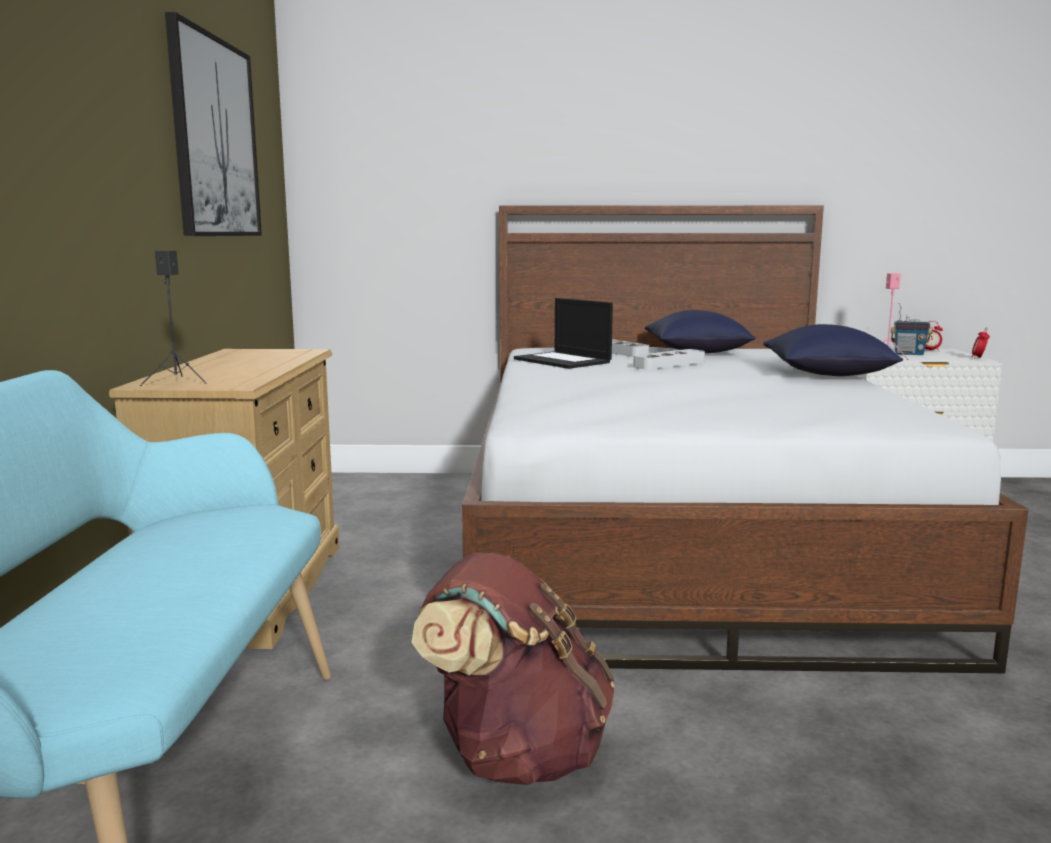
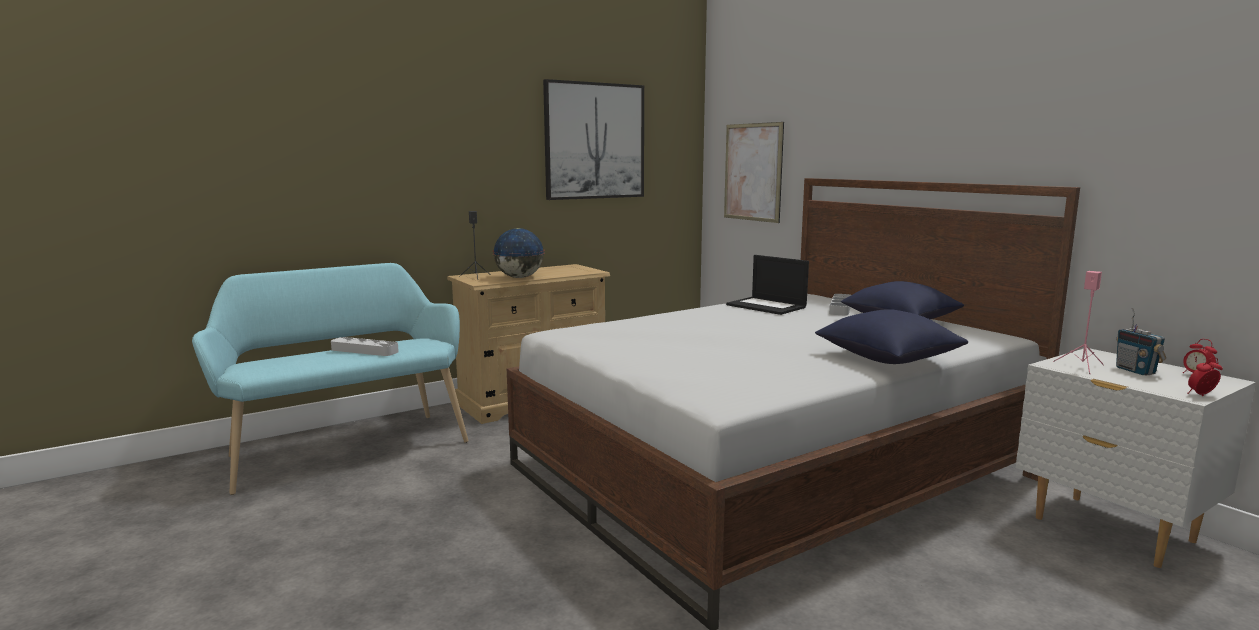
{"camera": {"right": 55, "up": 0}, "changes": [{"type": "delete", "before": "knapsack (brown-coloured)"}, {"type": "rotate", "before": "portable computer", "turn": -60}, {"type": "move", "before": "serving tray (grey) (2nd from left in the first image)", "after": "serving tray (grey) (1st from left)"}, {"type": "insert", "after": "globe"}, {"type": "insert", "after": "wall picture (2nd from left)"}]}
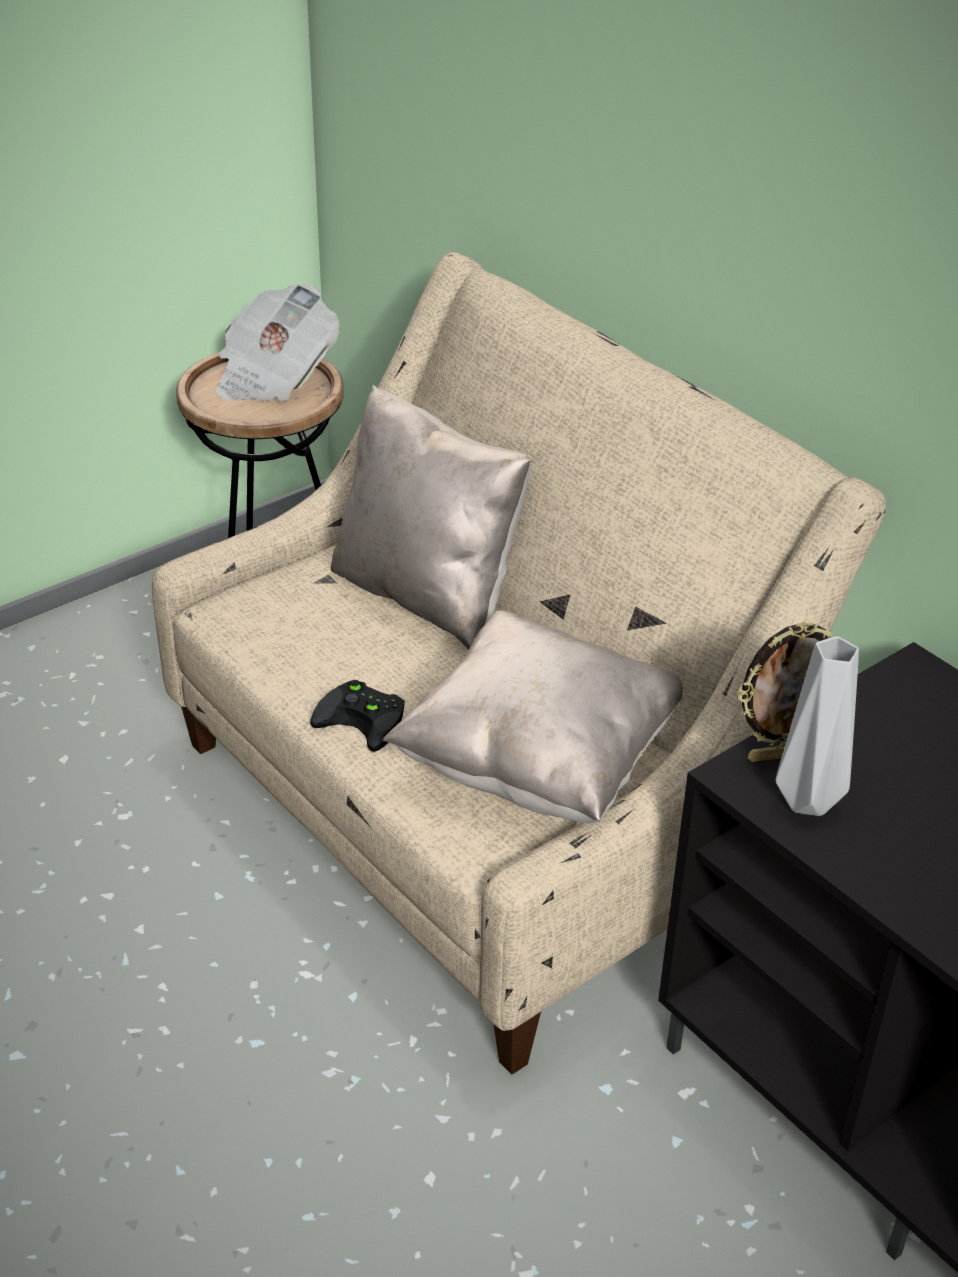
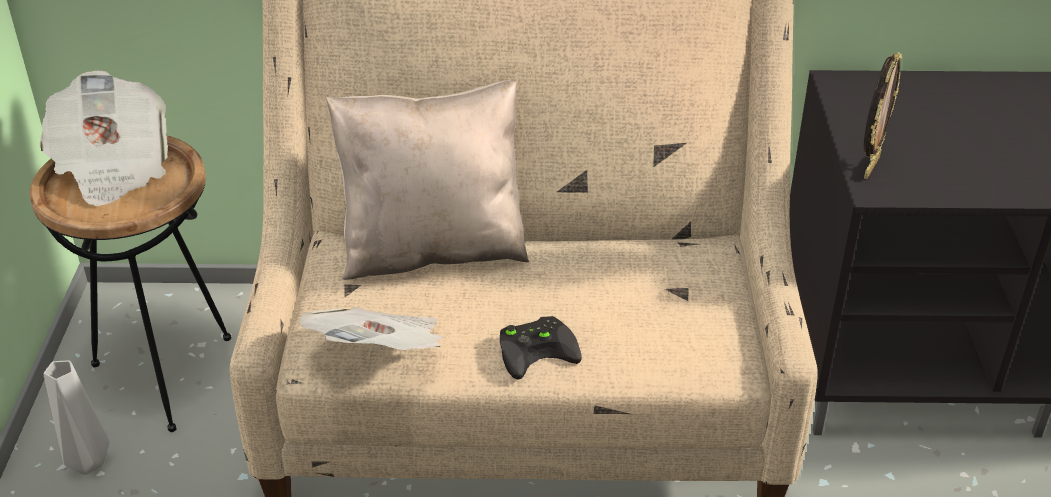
{"camera": {"right": -50, "up": 0}, "changes": [{"type": "delete", "before": "throw pillow (beige-coloured) (2nd from left)"}, {"type": "move", "before": "decorative vase (grey)"}, {"type": "insert", "after": "newspaper (2nd from left)"}]}
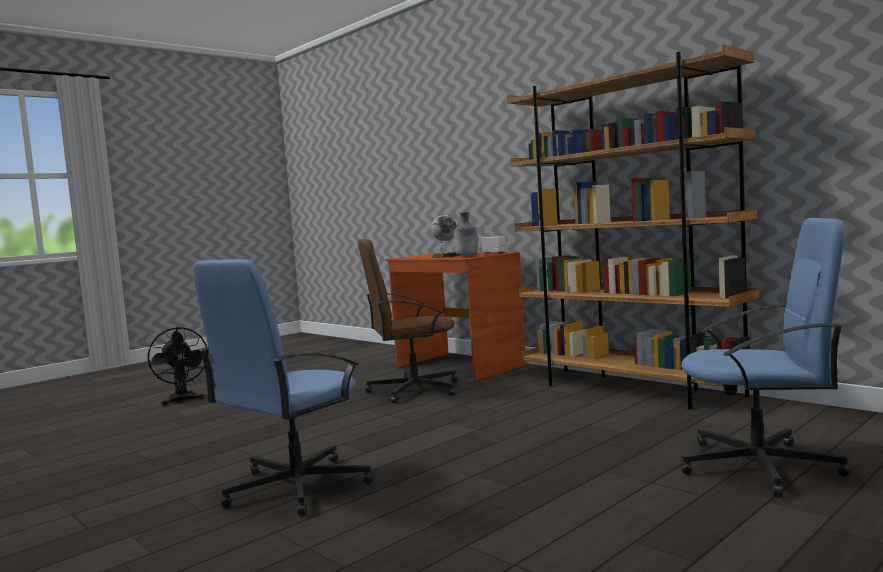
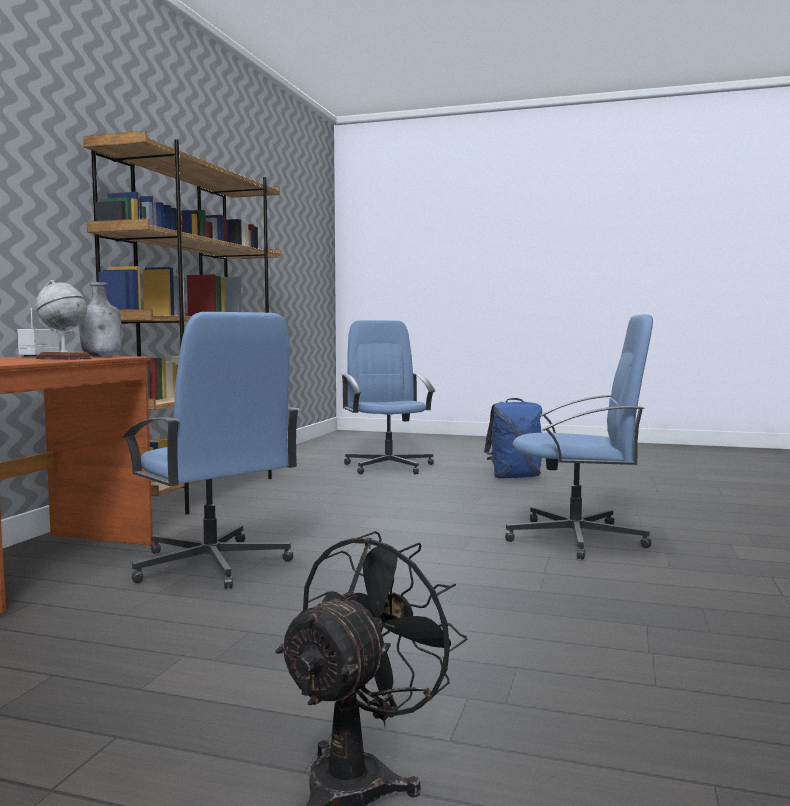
{"camera": {"right": -120, "up": 0}, "changes": [{"type": "recolor", "before": "computer chair (brown-coloured)", "after": "computer chair (blue-coloured) (1st from left)"}, {"type": "insert", "after": "knapsack (blue-coloured)"}]}
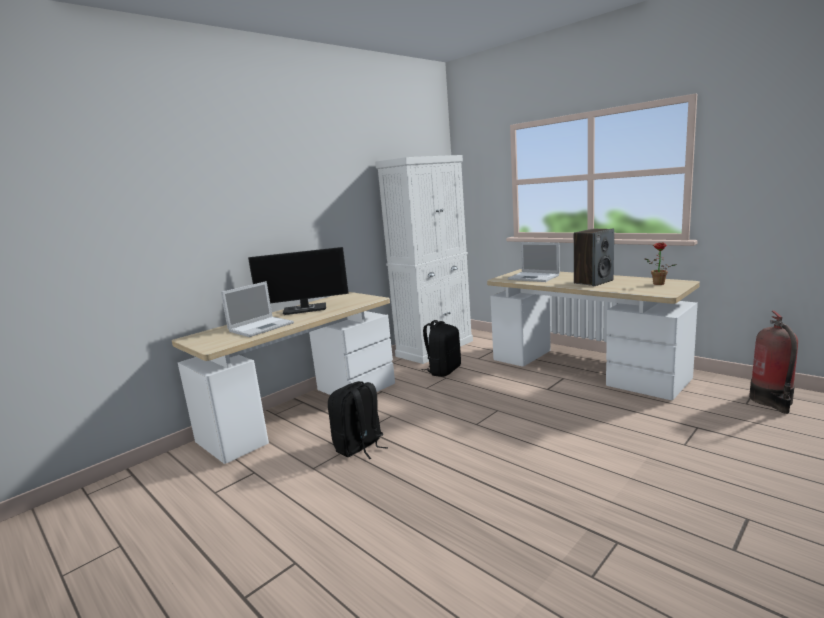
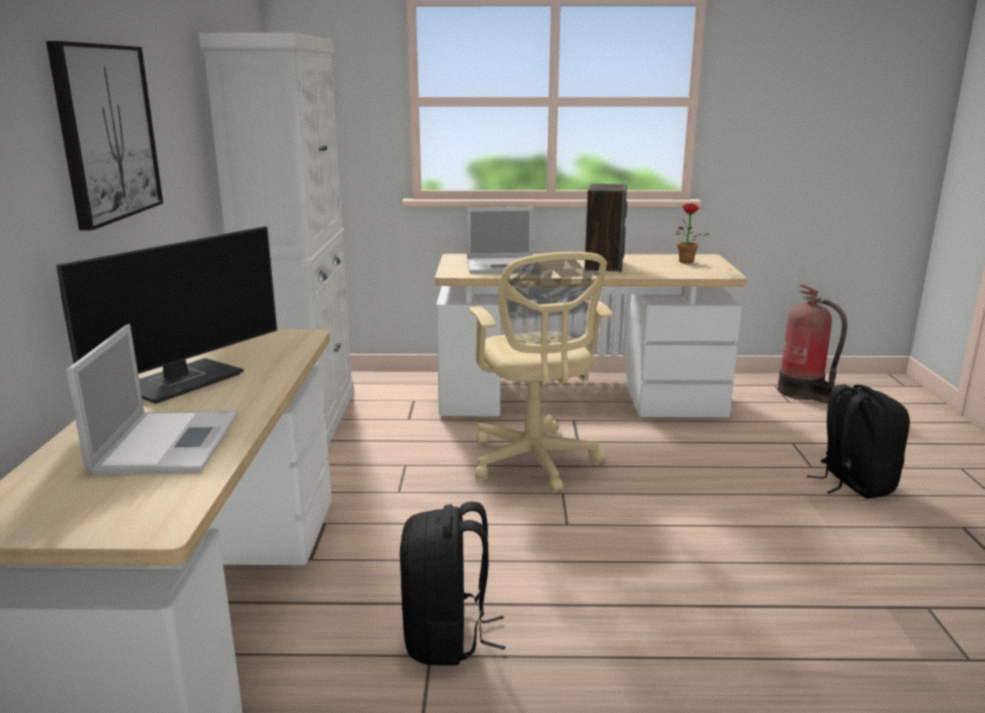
{"camera": {"right": -45, "up": 5}, "changes": [{"type": "move", "before": "knapsack (blackish) (2nd from left)"}, {"type": "insert", "after": "wall picture"}, {"type": "insert", "after": "computer chair (beige-coloured)"}]}
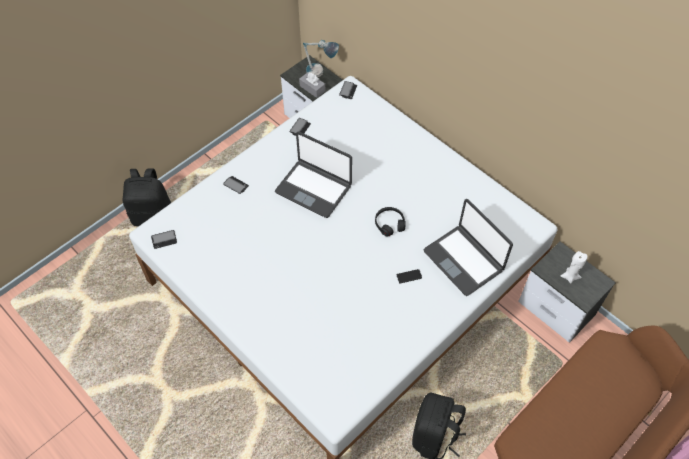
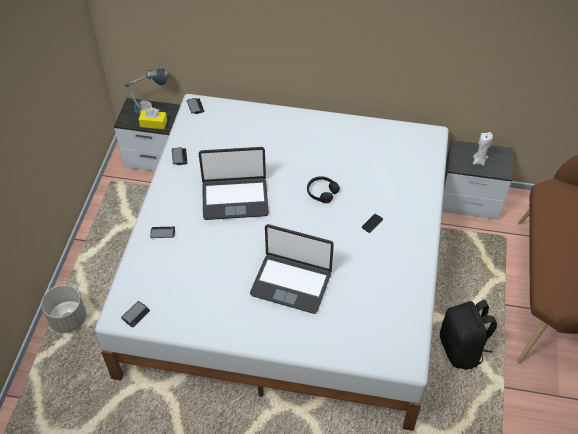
{"camera": {"right": -35, "up": -5}, "changes": [{"type": "replace", "before": "knapsack (blackish) (1st from left)", "after": "planter (grey)"}, {"type": "recolor", "before": "box of tissues (grey)", "after": "box of tissues (yellow)"}, {"type": "move", "before": "portable computer (2nd from left)"}]}
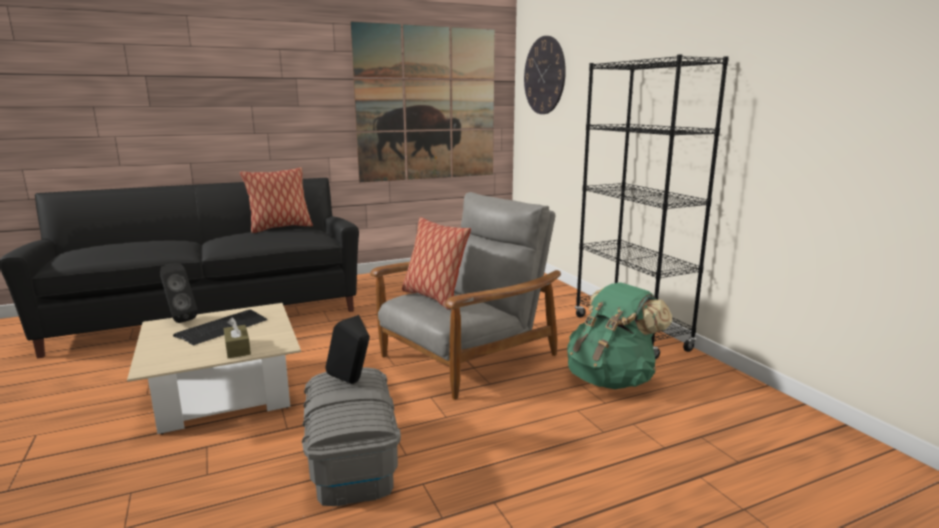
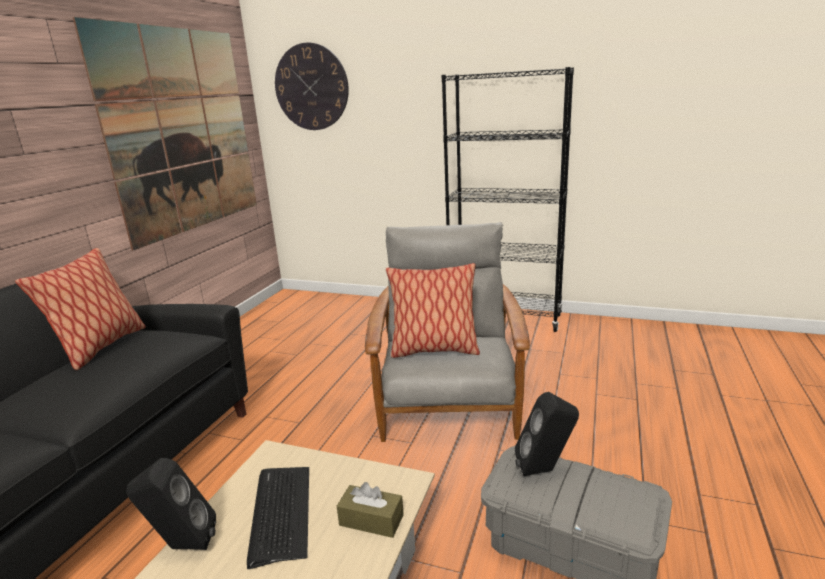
{"camera": {"right": -45, "up": 5}, "changes": [{"type": "delete", "before": "knapsack (green-coloured)"}]}
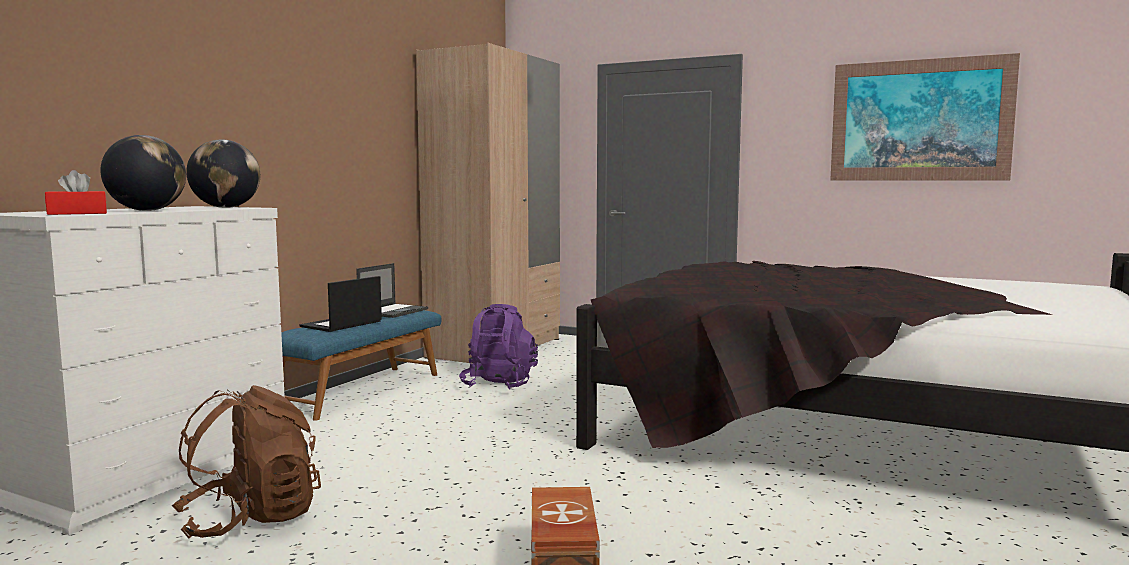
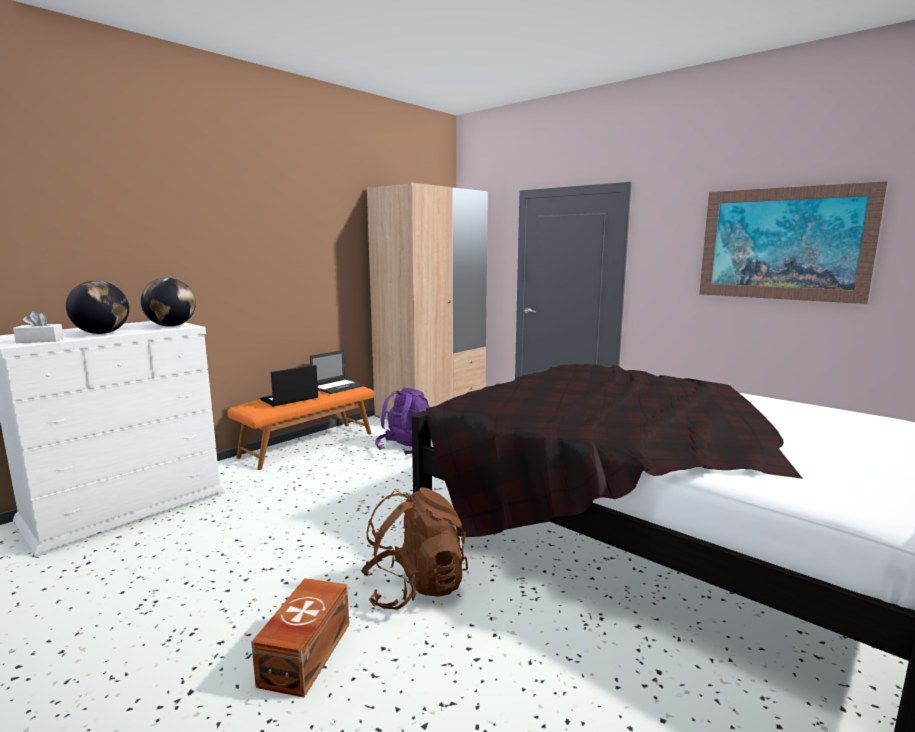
{"camera": {"right": 15, "up": 5}, "changes": [{"type": "recolor", "before": "box of tissues (red-coloured)", "after": "box of tissues (white)"}, {"type": "move", "before": "knapsack (brown-coloured)"}, {"type": "recolor", "before": "long seat (blue-coloured)", "after": "long seat (orange-coloured)"}]}
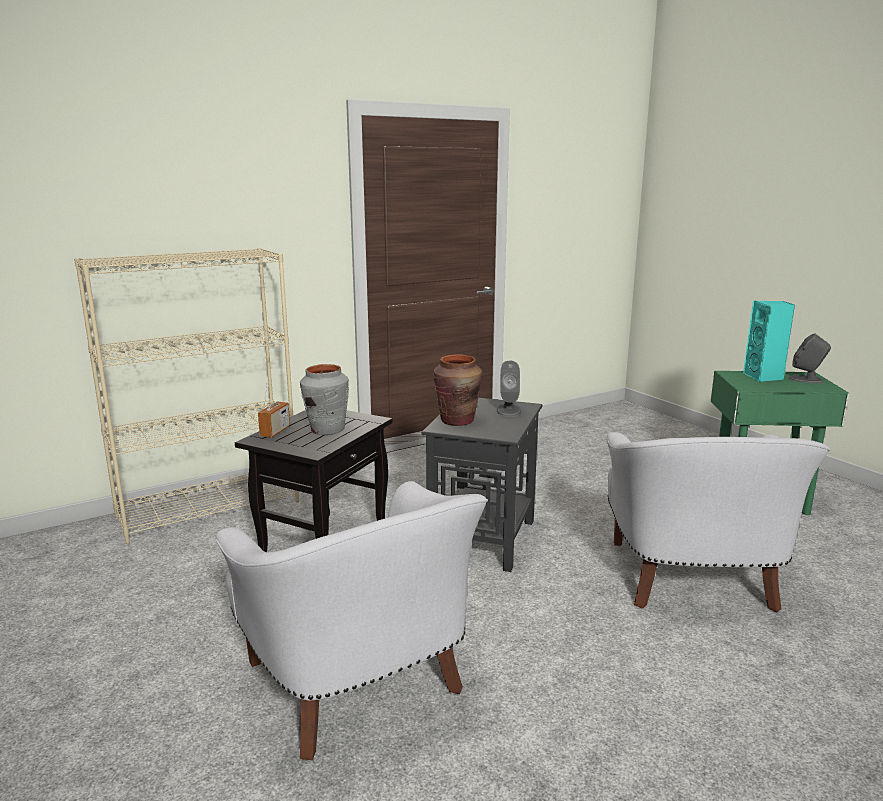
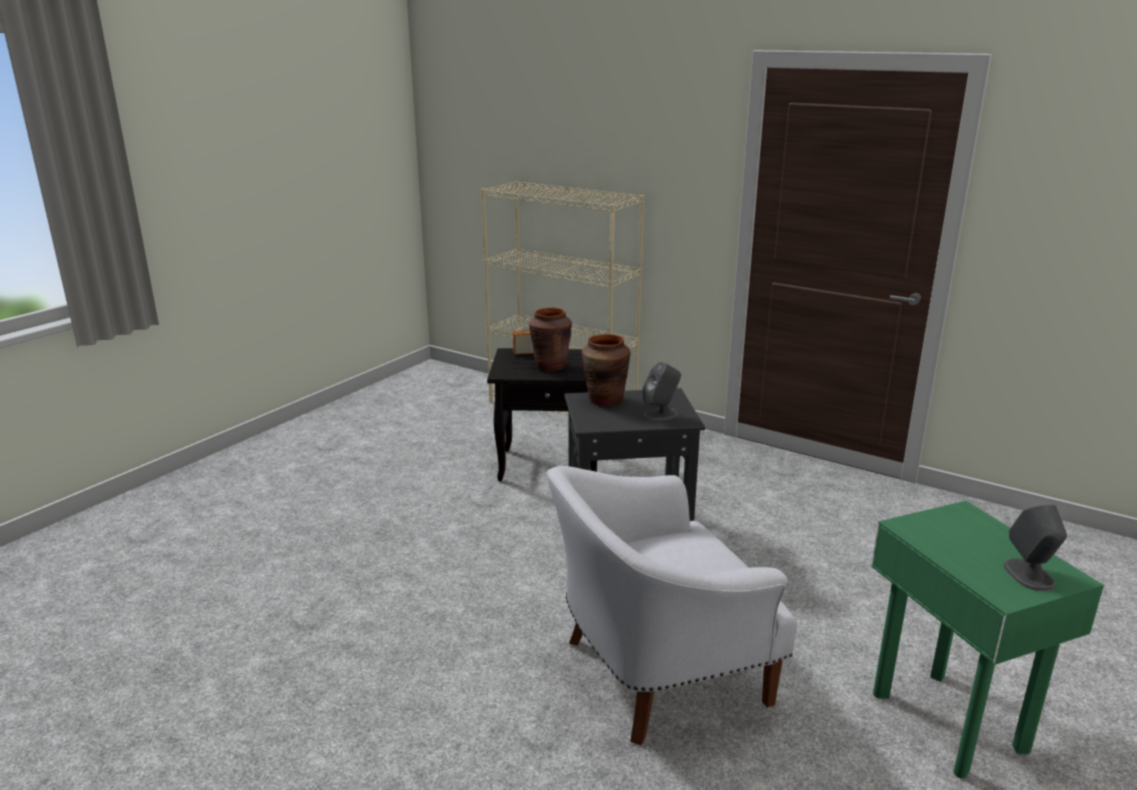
{"camera": {"right": 65, "up": 5}, "changes": [{"type": "delete", "before": "lounge chair (white) (1st from left)"}, {"type": "recolor", "before": "decorative vase (grey)", "after": "decorative vase (brown-coloured) (1st from left)"}, {"type": "delete", "before": "audio speaker (turquoise)"}]}
